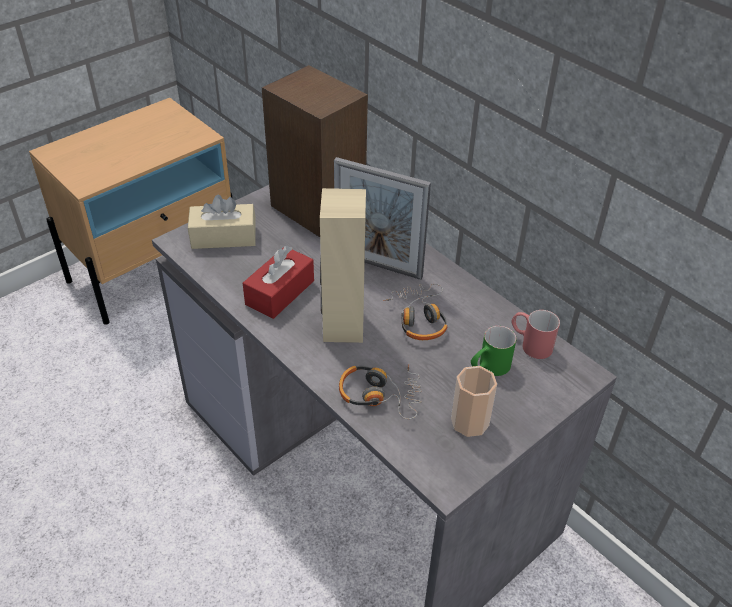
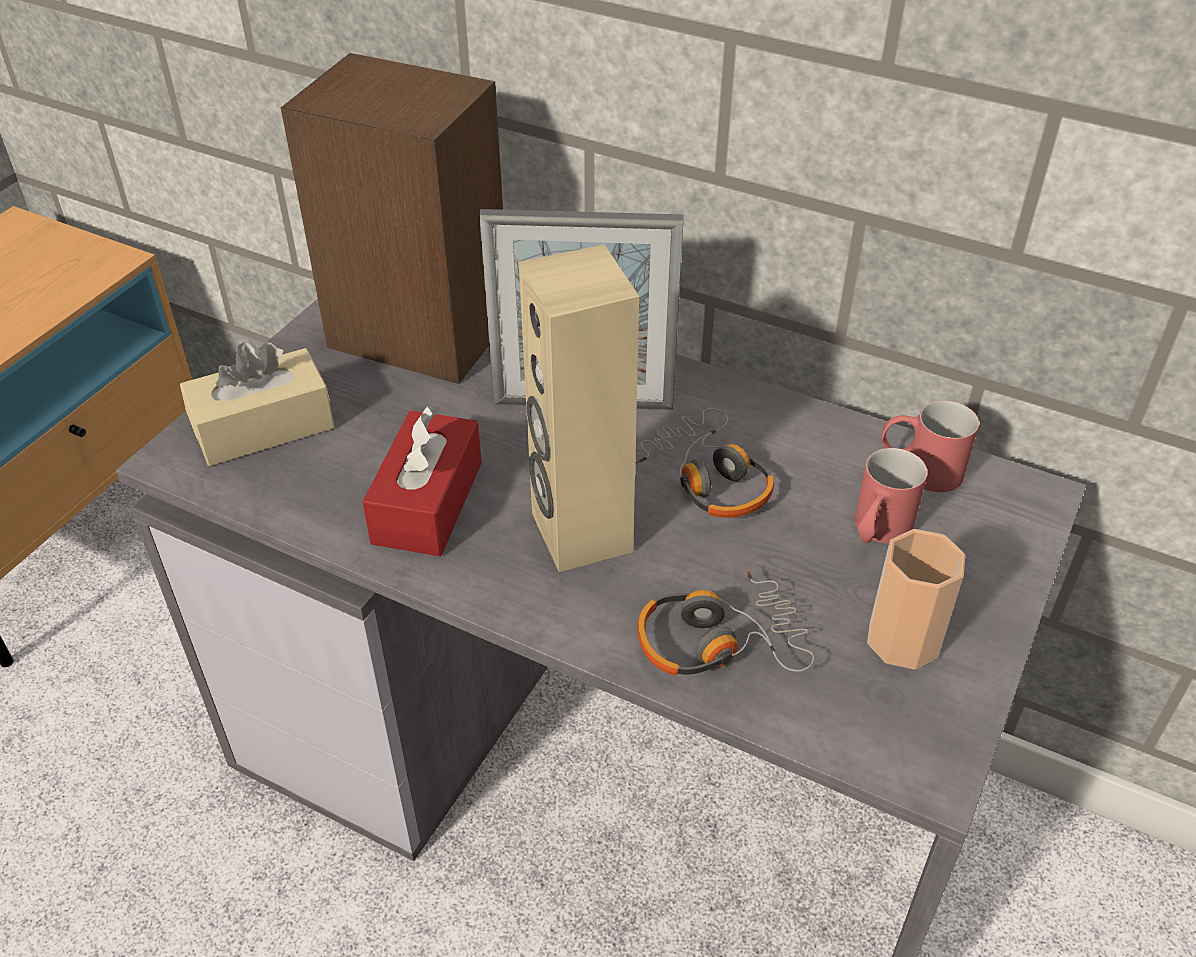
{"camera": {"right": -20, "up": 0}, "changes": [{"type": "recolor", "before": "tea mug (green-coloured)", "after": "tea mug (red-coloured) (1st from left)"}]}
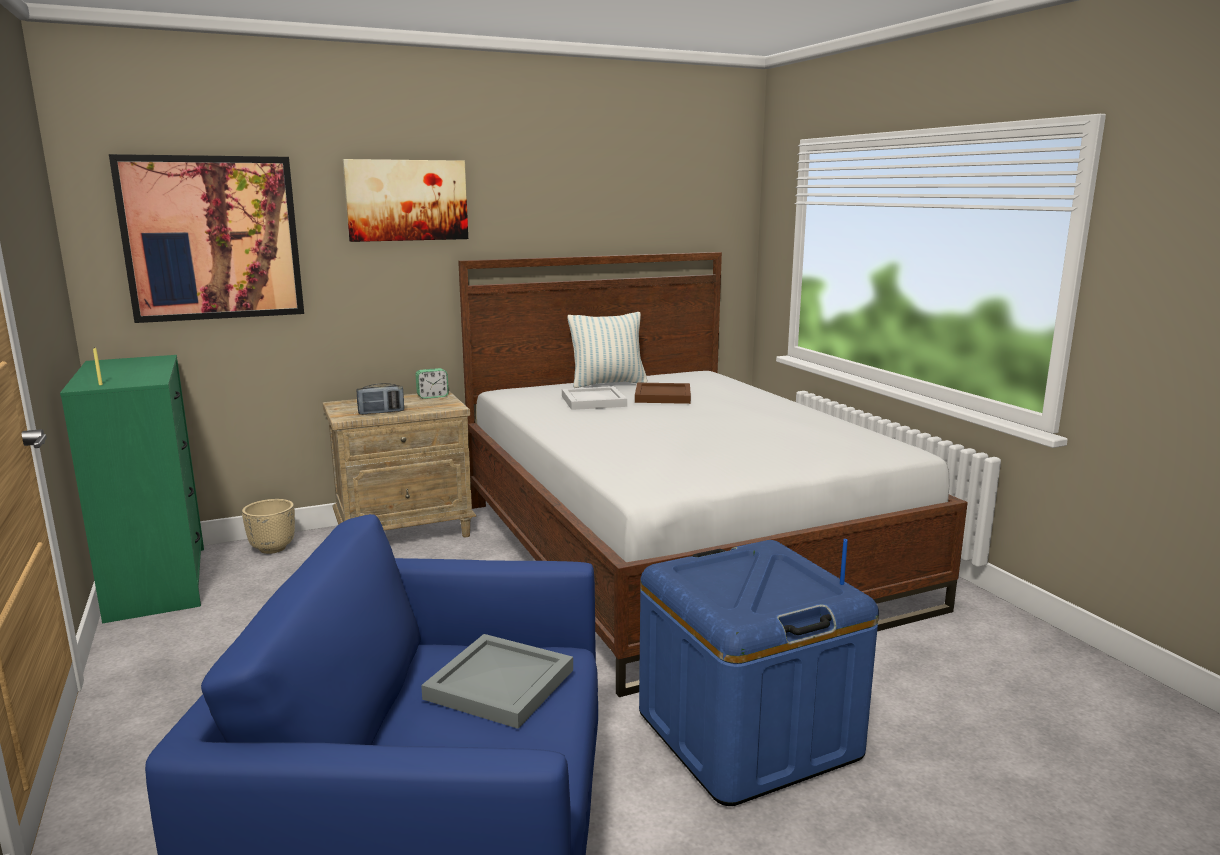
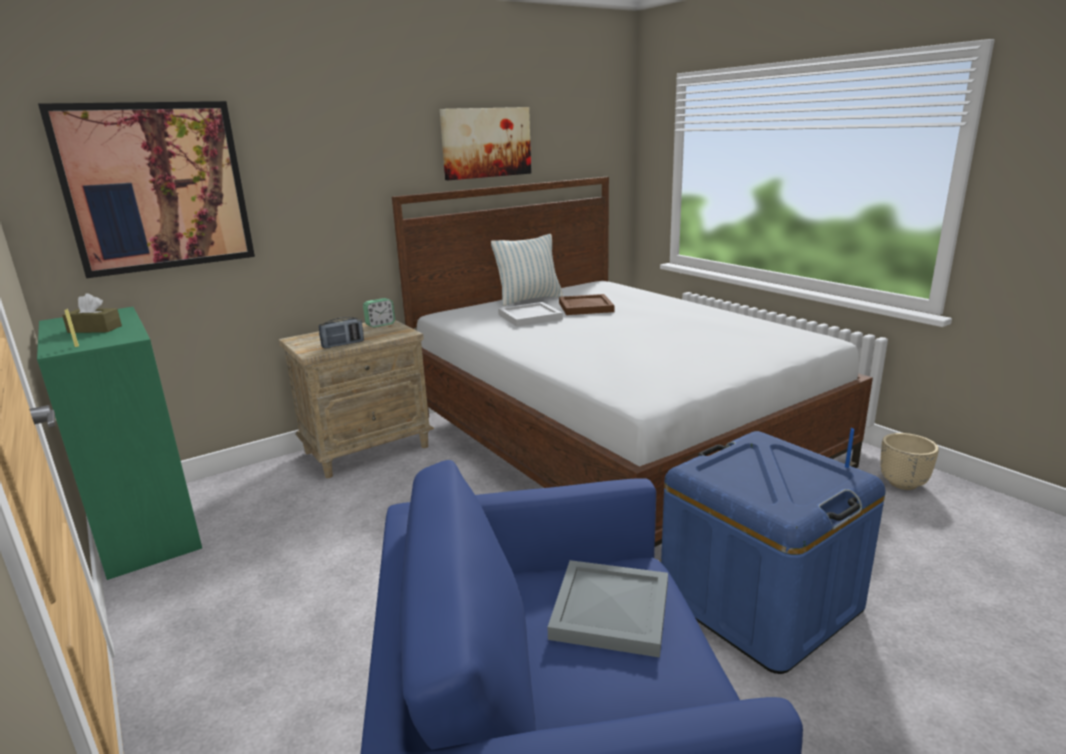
{"camera": {"right": -10, "up": 5}, "changes": [{"type": "move", "before": "planter (beige-coloured)"}, {"type": "move", "before": "wall picture (2nd from left)"}, {"type": "insert", "after": "box of tissues (brown-coloured)"}]}
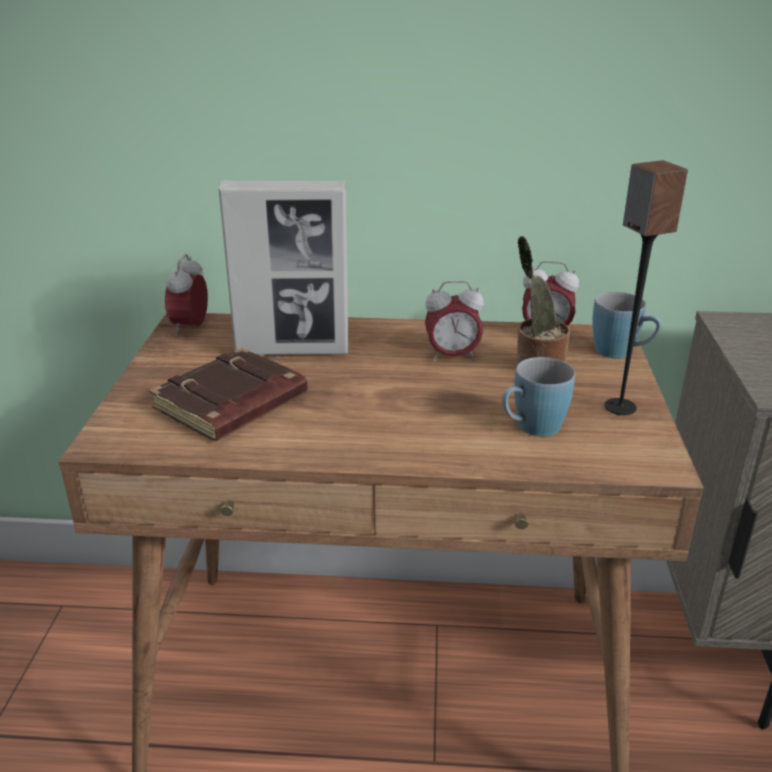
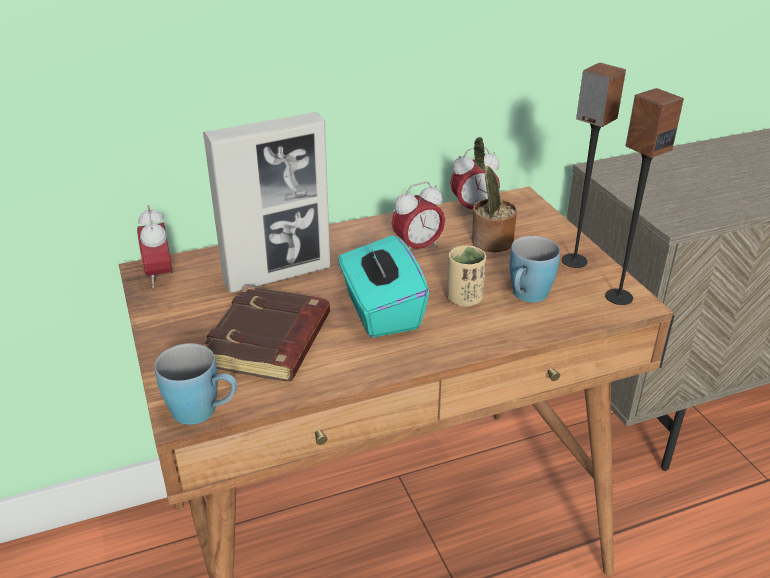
{"camera": {"right": -25, "up": 5}, "changes": [{"type": "move", "before": "tea mug (blue-coloured) (2nd from left in the first image)", "after": "tea mug (blue-coloured) (1st from left)"}, {"type": "insert", "after": "box of tissues (turquoise)"}, {"type": "insert", "after": "drinking cup (beige-coloured)"}, {"type": "insert", "after": "audio speaker (2nd from left)"}]}
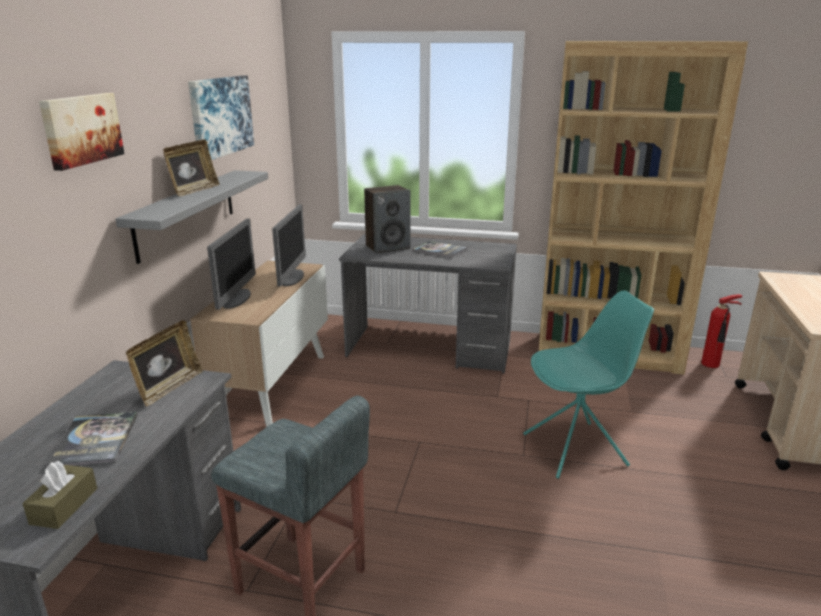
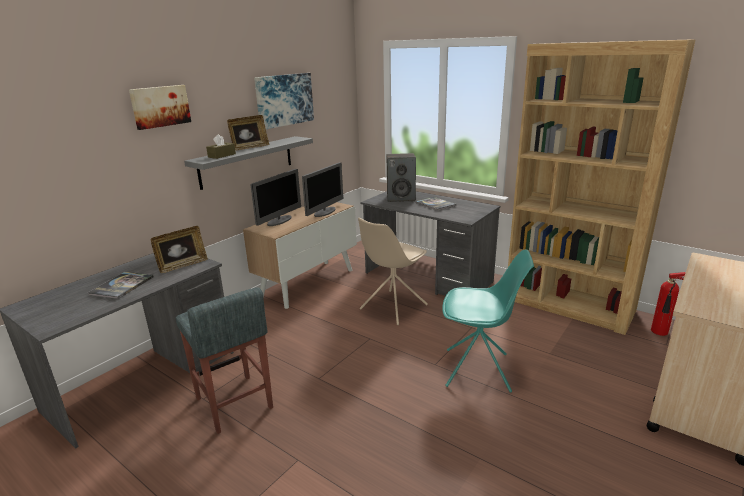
{"camera": {"right": 25, "up": 0}, "changes": [{"type": "move", "before": "box of tissues (brown-coloured)"}, {"type": "insert", "after": "chair (beige-coloured)"}]}
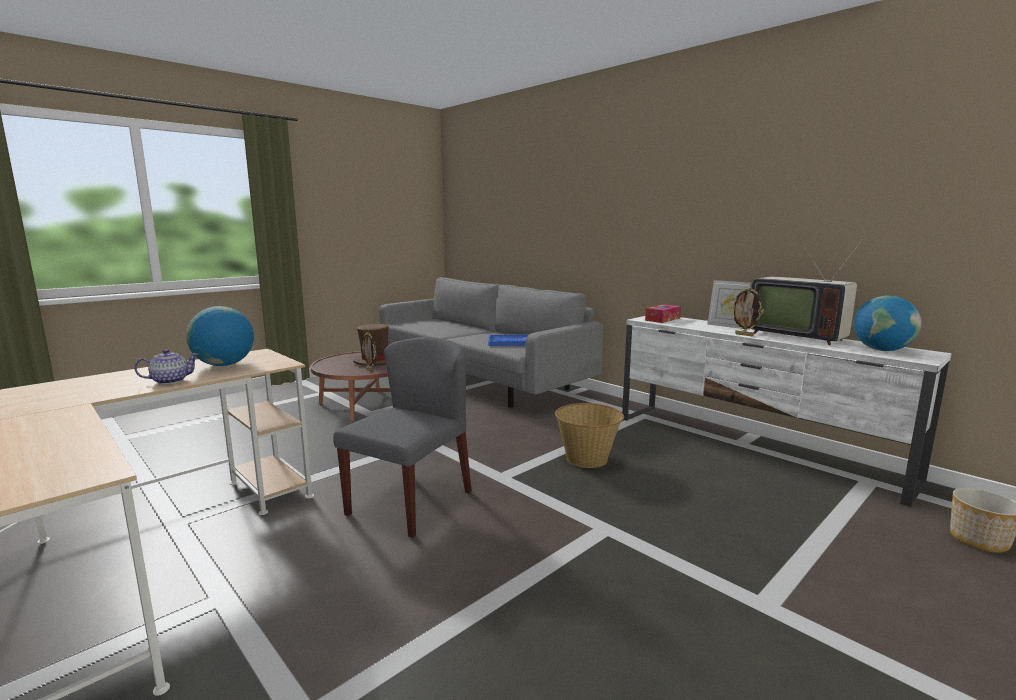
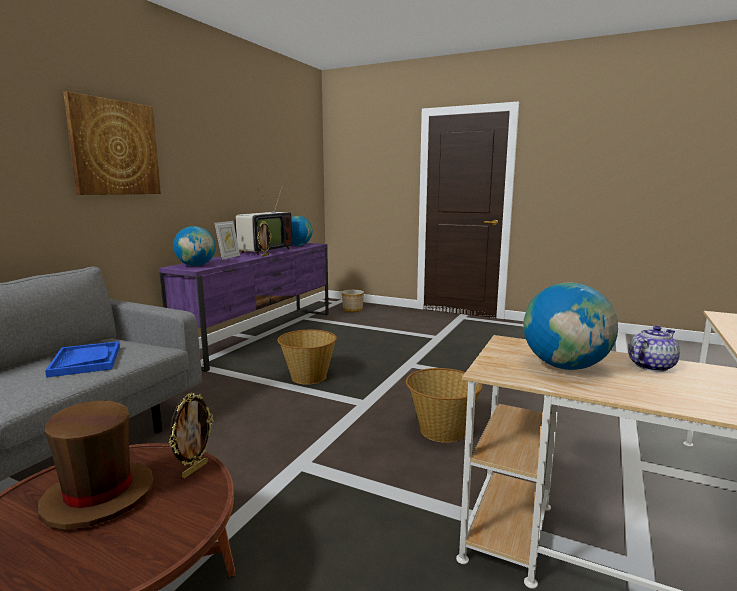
{"camera": {"right": -110, "up": 0}, "changes": [{"type": "rotate", "before": "teapot", "turn": 105}, {"type": "replace", "before": "chair (grey)", "after": "storage basket (2nd from left)"}, {"type": "recolor", "before": "media console (white)", "after": "media console (purplish)"}, {"type": "replace", "before": "box of tissues", "after": "globe (1st from left)"}, {"type": "insert", "after": "wall picture"}]}
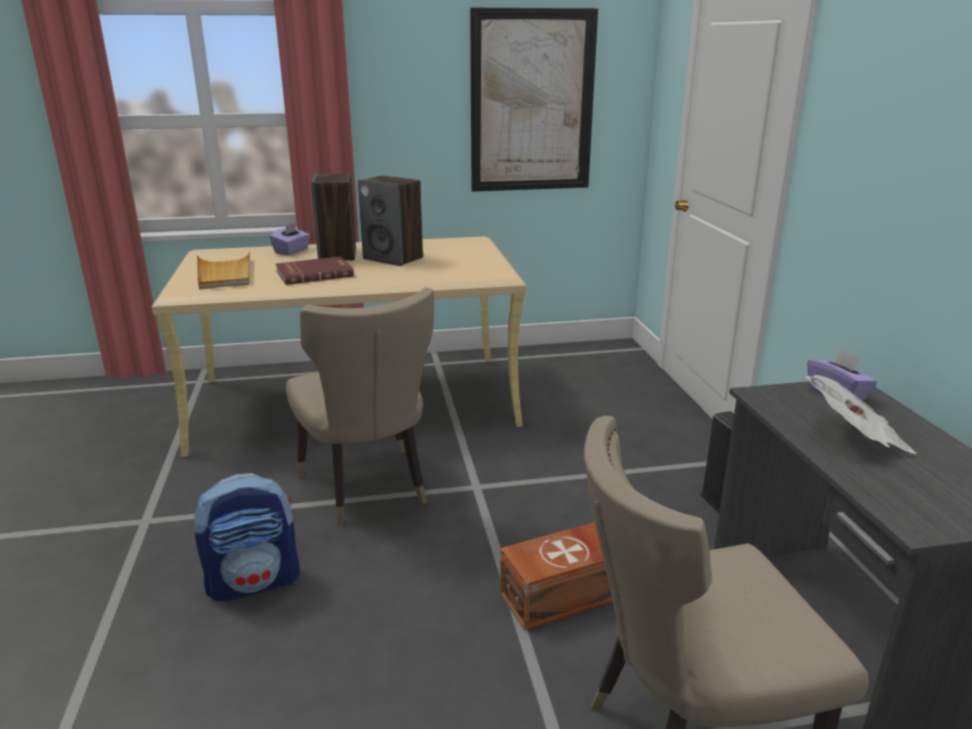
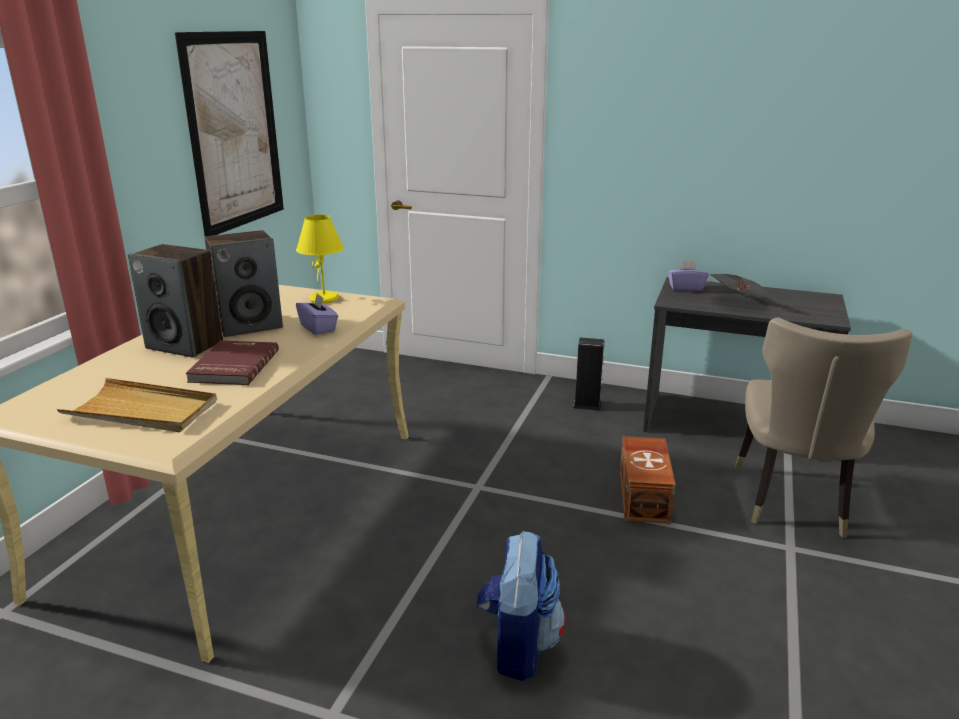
{"camera": {"right": -60, "up": 0}, "changes": [{"type": "move", "before": "box of tissues (purplish) (1st from left)"}, {"type": "delete", "before": "chair (beige-coloured) (1st from left)"}, {"type": "insert", "after": "table lamp (yellow)"}]}
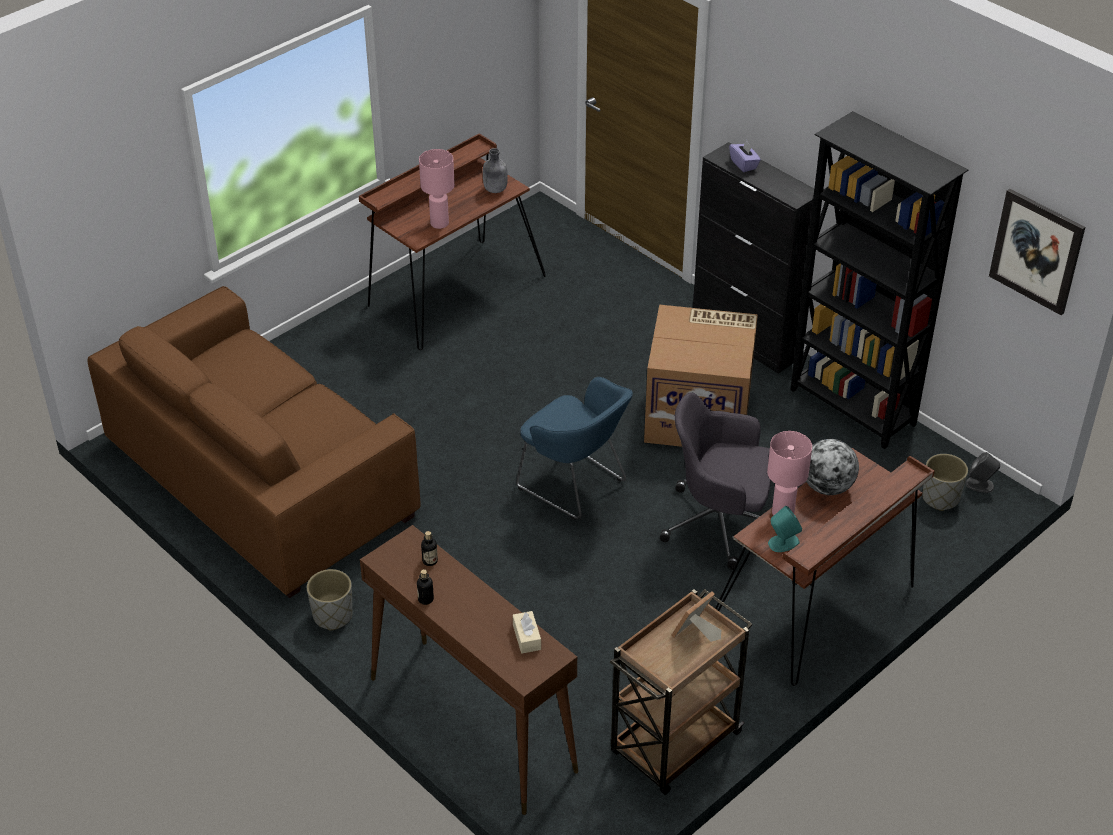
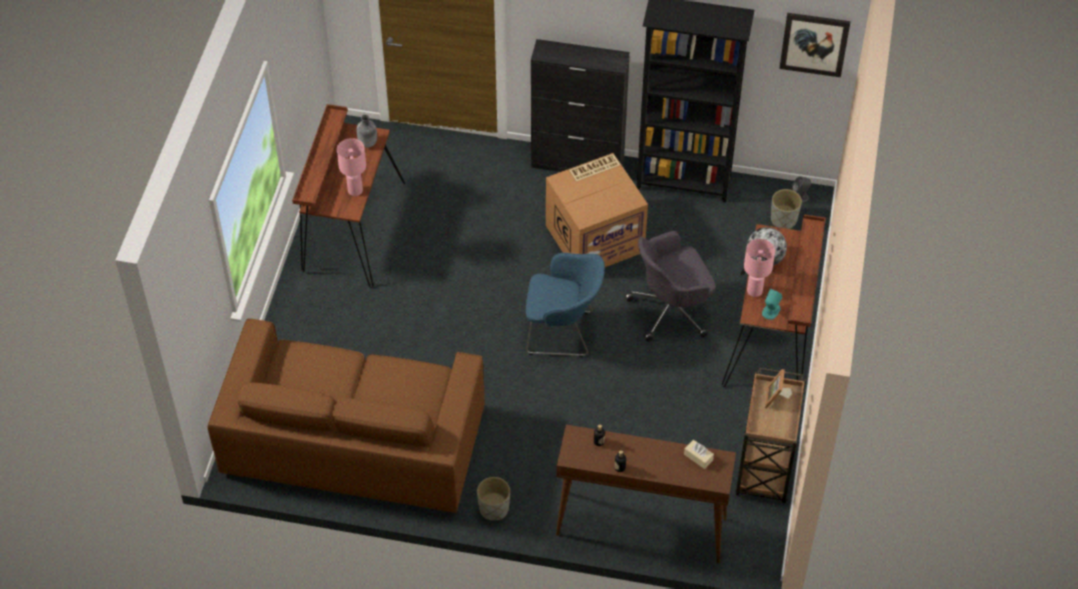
{"camera": {"right": -35, "up": 10}, "changes": [{"type": "delete", "before": "box of tissues (purplish)"}]}
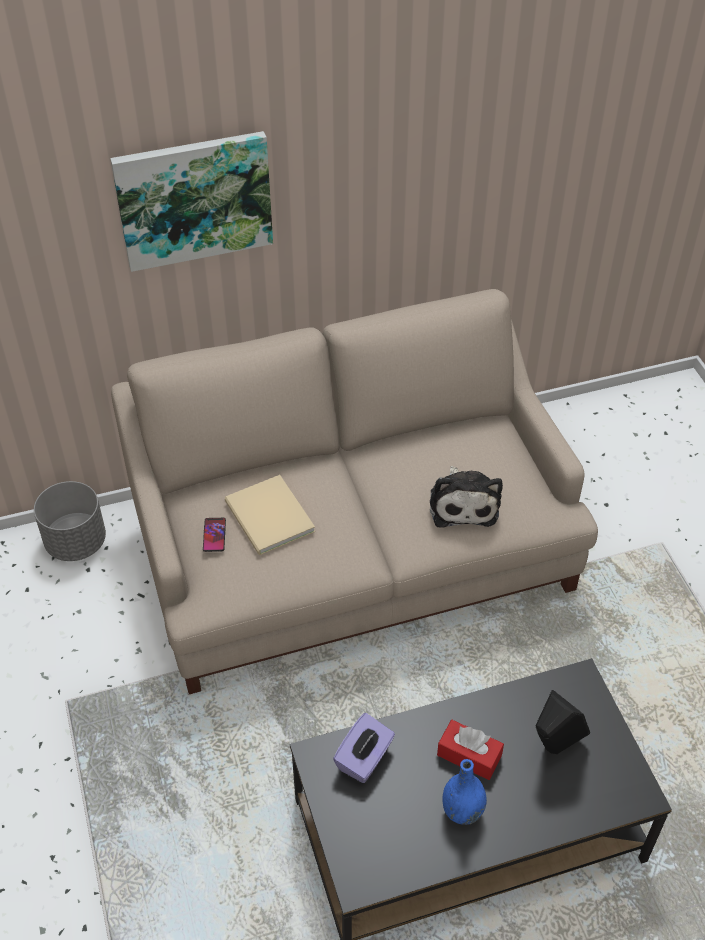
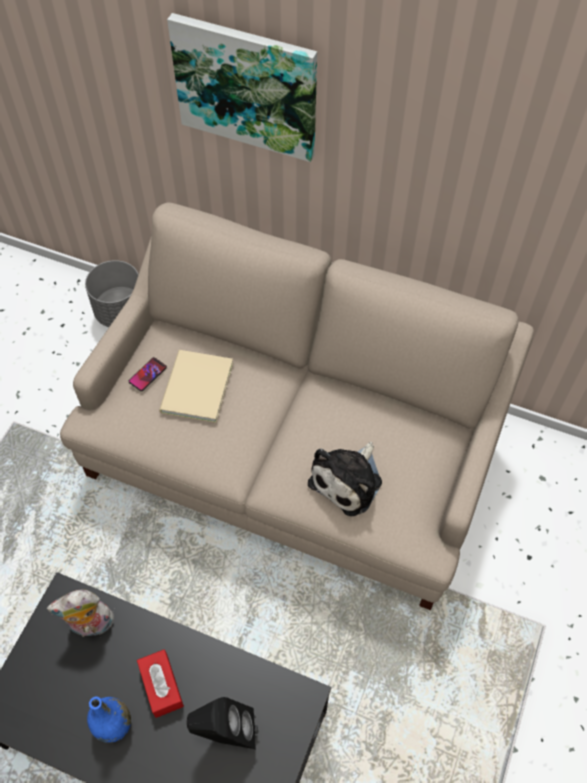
{"camera": {"right": 40, "up": 10}, "changes": [{"type": "replace", "before": "box of tissues (purplish)", "after": "soft toy (1st from left)"}]}
